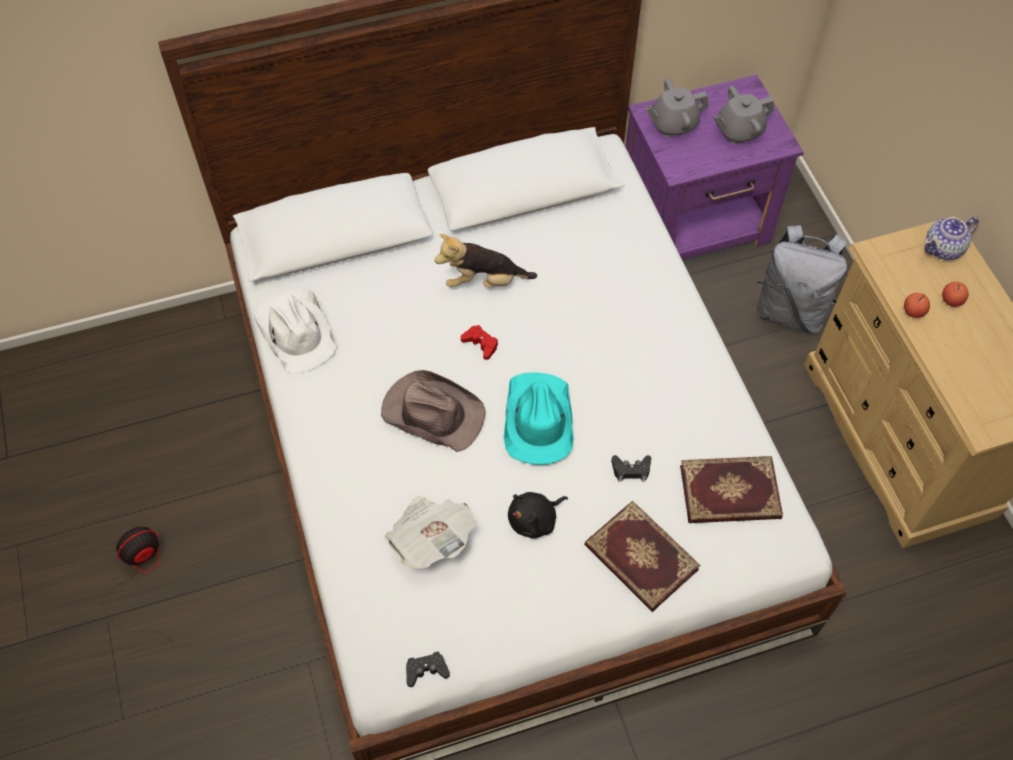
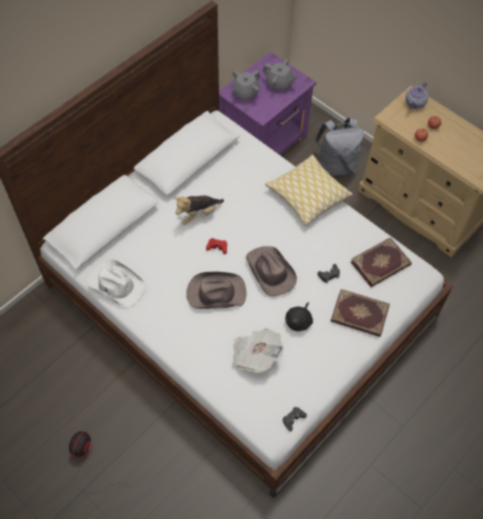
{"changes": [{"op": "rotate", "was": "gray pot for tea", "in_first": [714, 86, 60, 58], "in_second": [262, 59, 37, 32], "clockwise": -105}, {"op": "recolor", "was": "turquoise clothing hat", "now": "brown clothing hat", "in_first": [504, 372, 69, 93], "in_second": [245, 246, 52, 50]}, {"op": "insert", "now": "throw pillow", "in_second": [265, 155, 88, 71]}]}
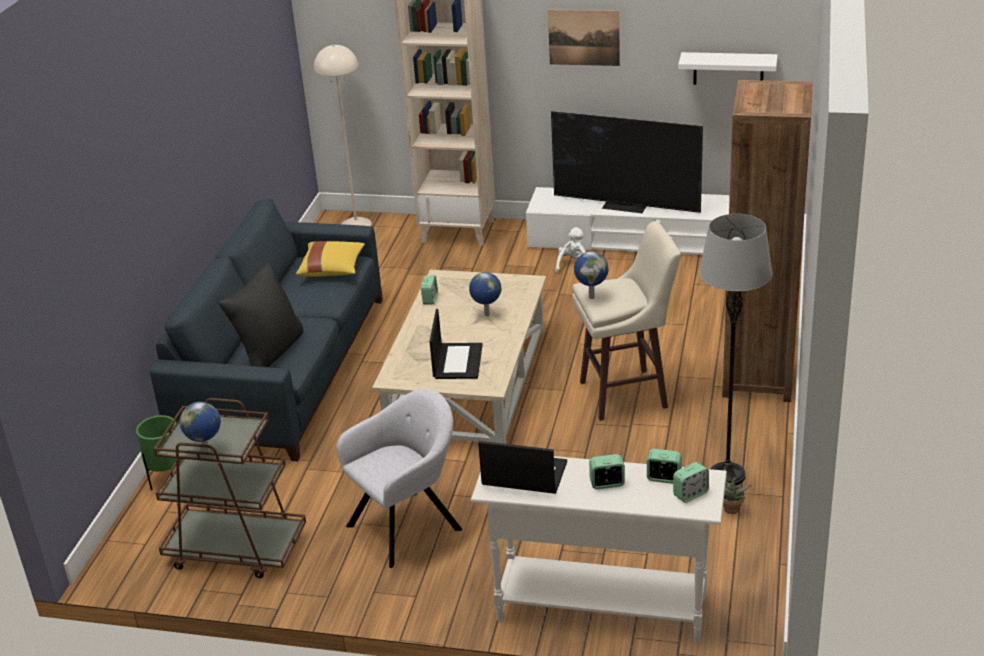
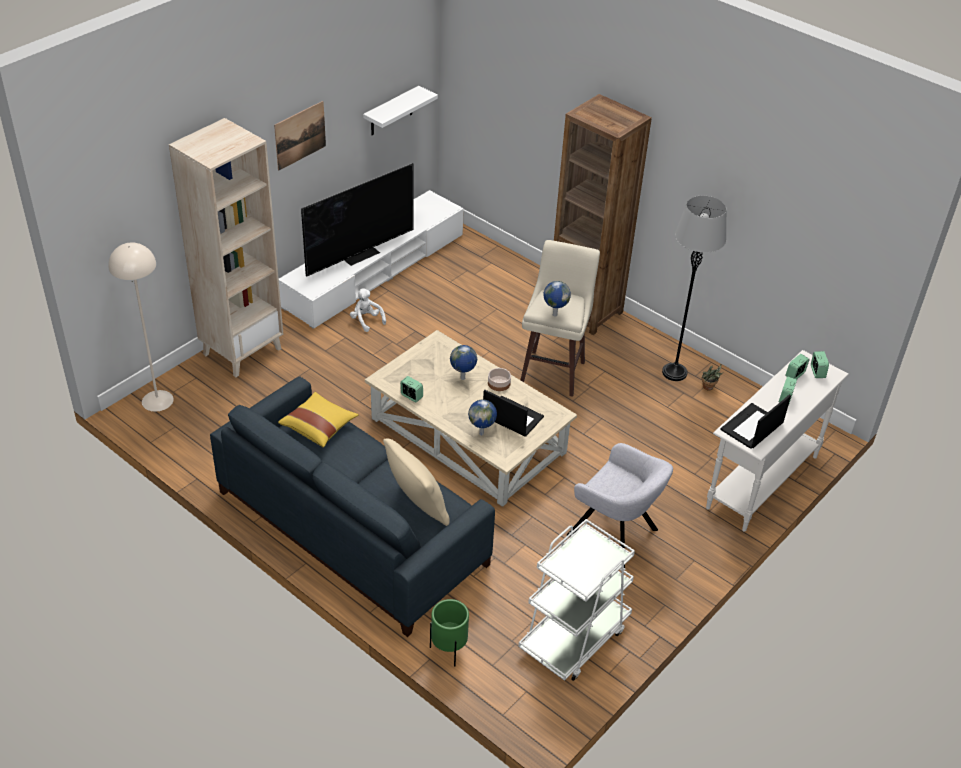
{"changes": [{"op": "recolor", "was": "blackish throw pillow", "now": "beige-coloured throw pillow", "in_first": [219, 262, 84, 105], "in_second": [383, 438, 67, 88]}, {"op": "rotate", "was": "gray armchair", "in_first": [336, 388, 127, 180], "in_second": [567, 443, 106, 125], "clockwise": 135}, {"op": "recolor", "was": "brown trolley", "now": "white-coloured trolley", "in_first": [154, 398, 152, 180], "in_second": [518, 519, 117, 162]}, {"op": "move", "was": "world globe", "in_first": [180, 402, 41, 50], "in_second": [468, 400, 29, 35]}, {"op": "insert", "now": "deep dish", "in_second": [488, 368, 23, 23]}]}
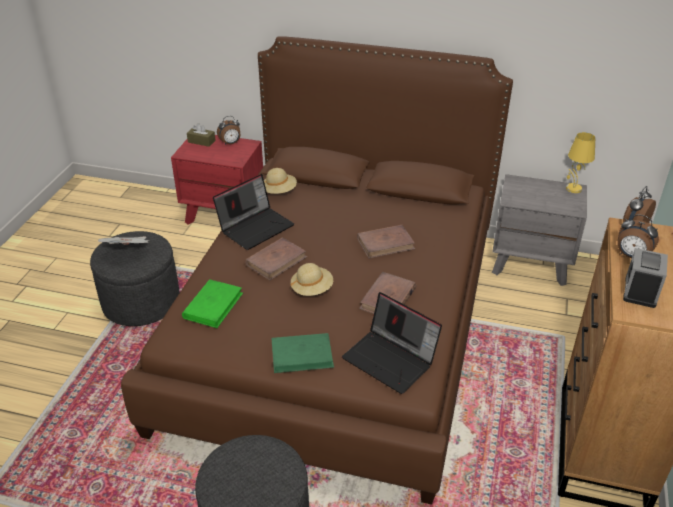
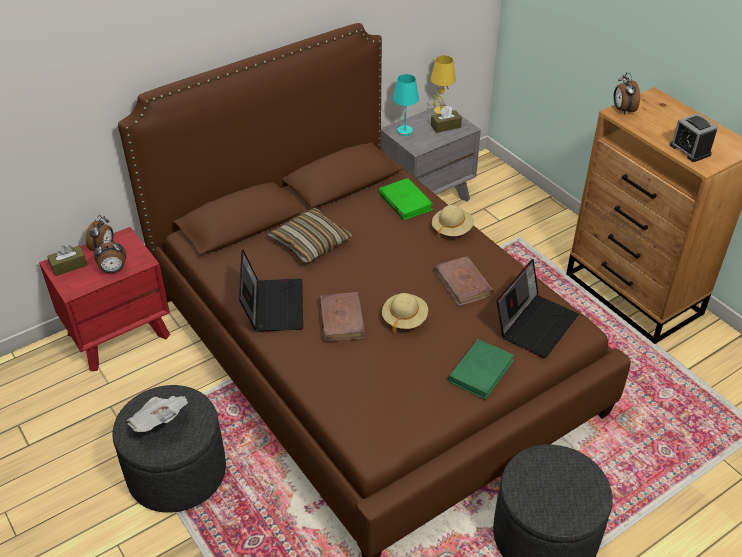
{"changes": [{"op": "move", "was": "beige-coloured clothing hat", "in_first": [264, 168, 33, 26], "in_second": [432, 205, 42, 35]}, {"op": "move", "was": "alarm clock", "in_first": [618, 214, 41, 44], "in_second": [94, 239, 32, 34]}, {"op": "delete", "was": "brown volume", "in_first": [357, 225, 58, 34]}, {"op": "move", "was": "green volume", "in_first": [182, 279, 61, 49], "in_second": [378, 178, 55, 42]}, {"op": "rotate", "was": "portable computer", "in_first": [342, 292, 100, 102], "in_second": [497, 259, 82, 99], "clockwise": -45}, {"op": "insert", "now": "turquoise lamp for a table", "in_second": [393, 74, 26, 62]}, {"op": "insert", "now": "brown tissue holder", "in_second": [431, 106, 31, 27]}, {"op": "insert", "now": "throw pillow", "in_second": [268, 208, 84, 55]}]}
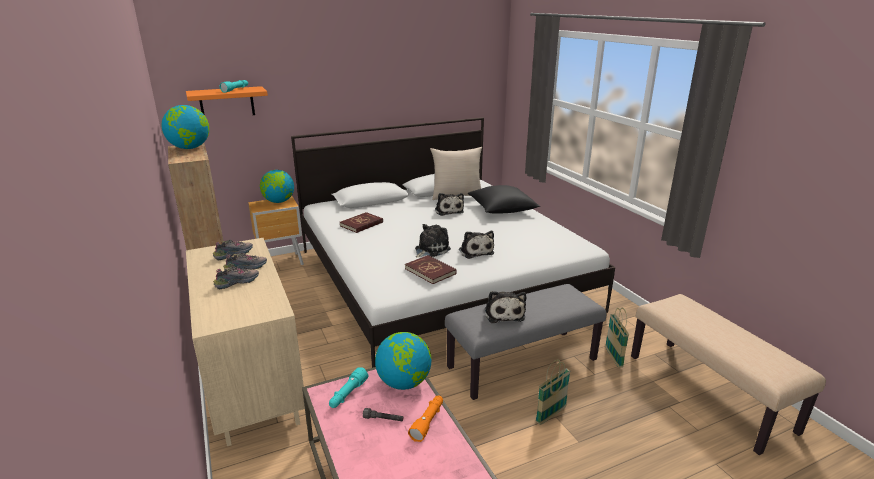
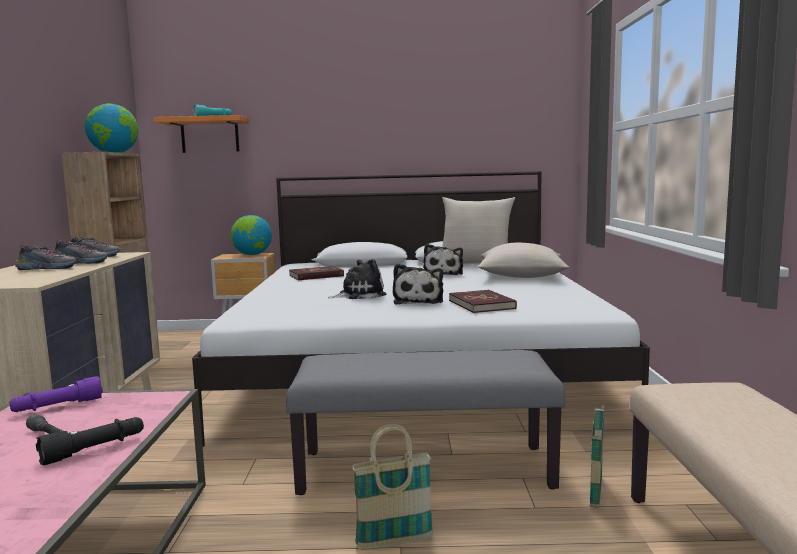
{"changes": [{"op": "recolor", "was": "blackish throw pillow", "now": "beige-coloured throw pillow", "in_first": [468, 185, 72, 29], "in_second": [478, 243, 91, 35]}, {"op": "move", "was": "red volume", "in_first": [405, 255, 52, 29], "in_second": [449, 290, 68, 23]}, {"op": "delete", "was": "plush toy", "in_first": [485, 291, 41, 32]}, {"op": "delete", "was": "world globe", "in_first": [375, 332, 57, 58]}, {"op": "recolor", "was": "turquoise torch", "now": "purple-coloured torch", "in_first": [329, 367, 40, 41], "in_second": [9, 376, 94, 36]}, {"op": "recolor", "was": "orangey torch", "now": "blackish torch", "in_first": [408, 396, 35, 46], "in_second": [36, 417, 108, 48]}]}
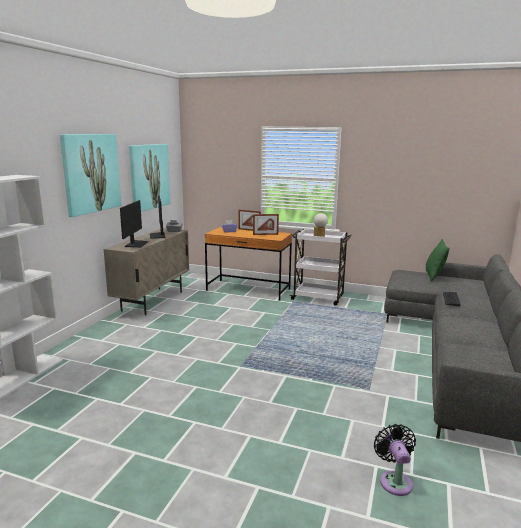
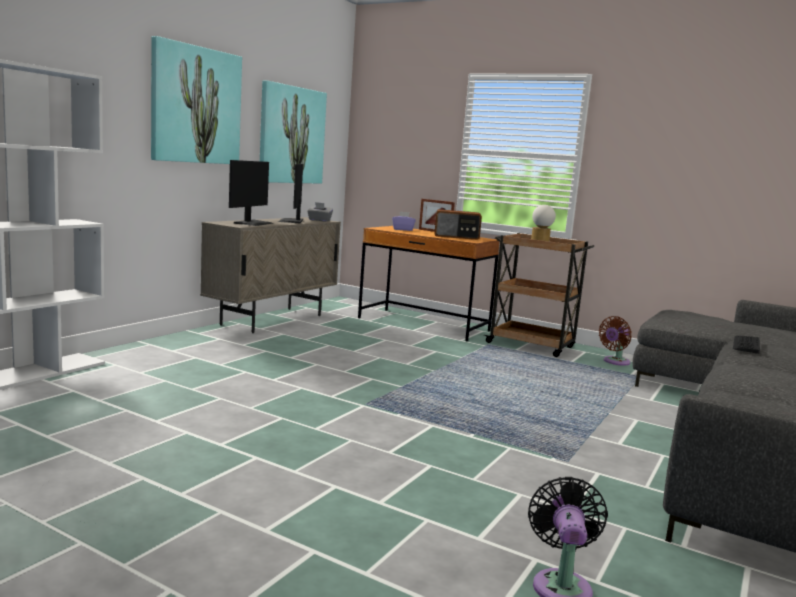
{"changes": [{"op": "replace", "was": "photo frame", "now": "radio receiver", "in_first": [253, 214, 26, 21], "in_second": [435, 209, 47, 31]}, {"op": "recolor", "was": "white-coloured trolley", "now": "brown trolley", "in_first": [289, 229, 63, 77], "in_second": [484, 233, 110, 124]}, {"op": "delete", "was": "green throw pillow", "in_first": [426, 239, 24, 43]}, {"op": "insert", "now": "brown fan", "in_second": [599, 316, 33, 50]}]}
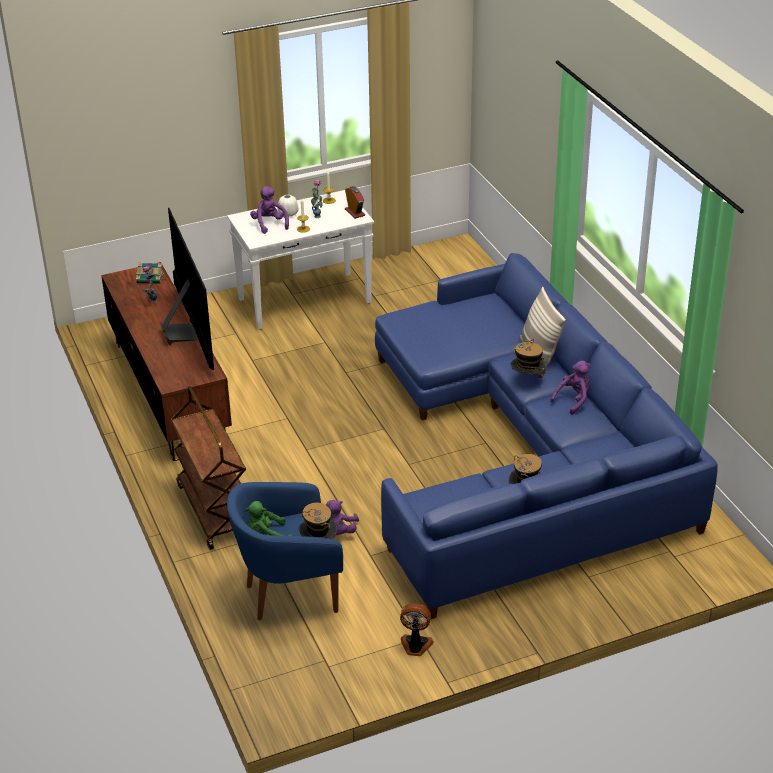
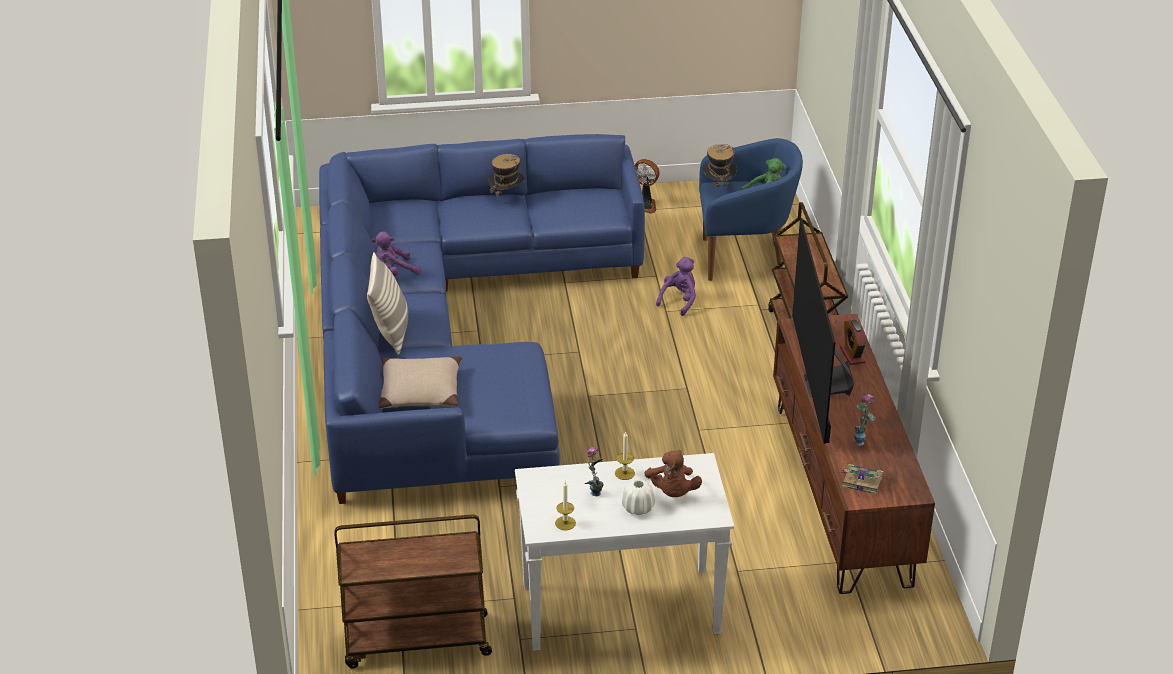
{"changes": [{"op": "recolor", "was": "purple-coloured plush toy", "now": "brown plush toy", "in_first": [250, 186, 39, 48], "in_second": [644, 450, 58, 47]}, {"op": "move", "was": "alarm clock", "in_first": [345, 186, 20, 33], "in_second": [840, 320, 26, 45]}, {"op": "delete", "was": "clothing hat", "in_first": [510, 339, 36, 39]}, {"op": "insert", "now": "beige-coloured throw pillow", "in_second": [379, 356, 83, 53]}, {"op": "insert", "now": "brown trolley", "in_second": [335, 515, 157, 153]}]}
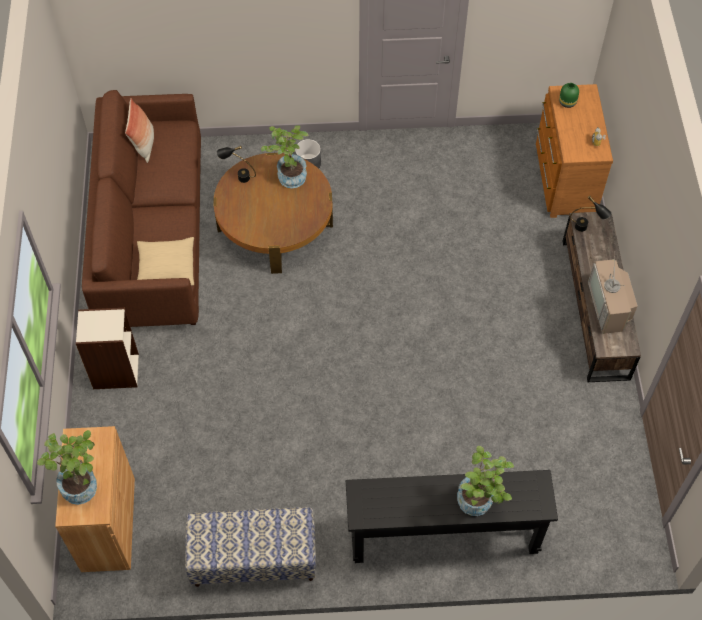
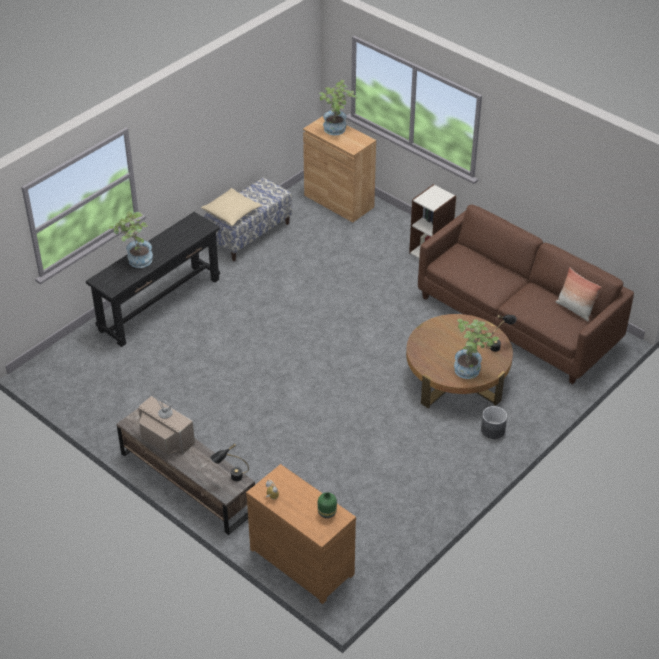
{"changes": [{"op": "move", "was": "beige-coloured throw pillow", "in_first": [137, 237, 57, 49], "in_second": [201, 188, 61, 38]}]}
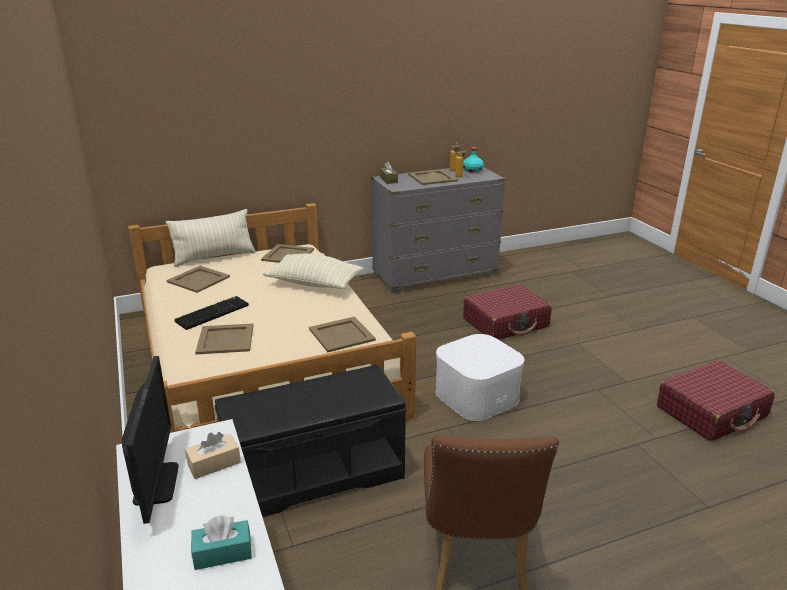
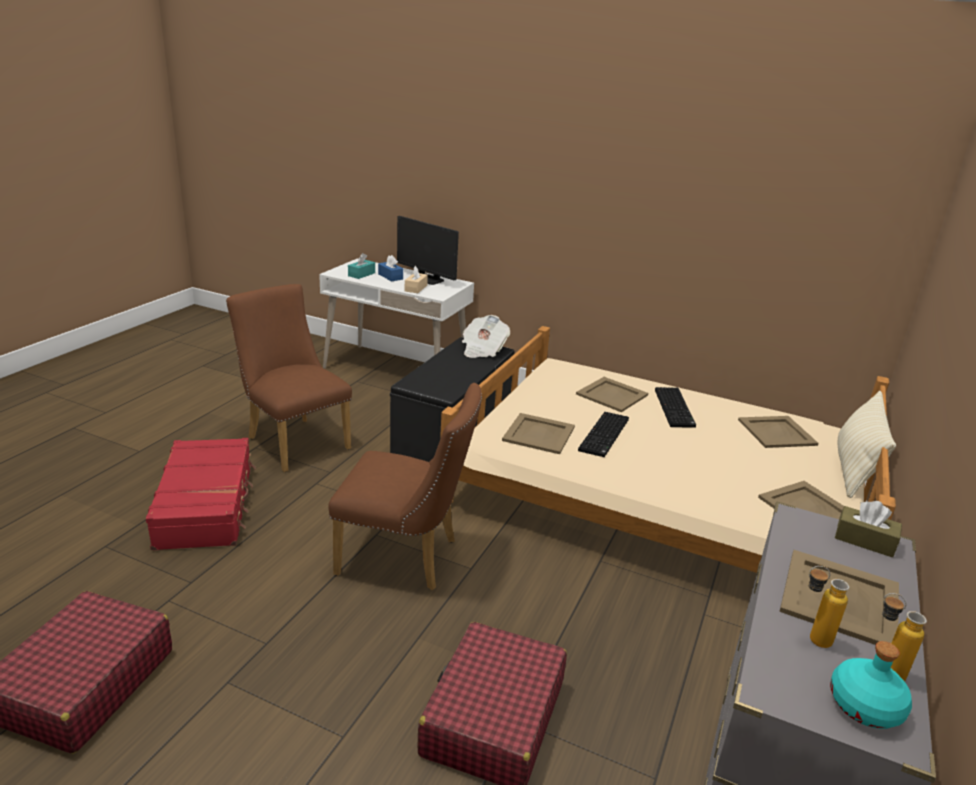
{"changes": [{"op": "delete", "was": "beige-coloured throw pillow", "in_first": [262, 253, 102, 36]}, {"op": "replace", "was": "white-coloured storage container", "now": "brown chair", "in_first": [435, 334, 89, 87], "in_second": [328, 383, 154, 207]}, {"op": "insert", "now": "blue tissue holder", "in_second": [378, 255, 25, 26]}, {"op": "insert", "now": "printed paper", "in_second": [462, 315, 48, 43]}, {"op": "insert", "now": "PC keyboard", "in_second": [578, 412, 51, 45]}, {"op": "insert", "now": "red suitcase", "in_second": [146, 438, 110, 113]}]}
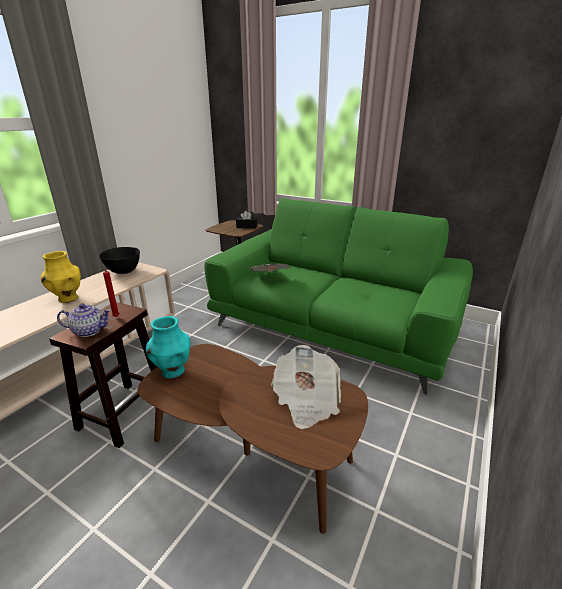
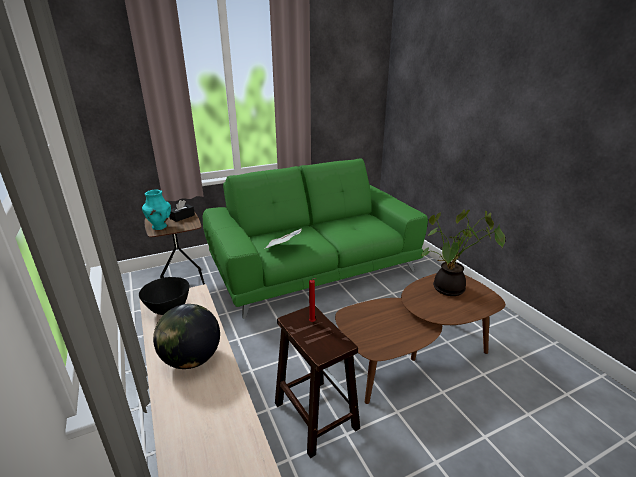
{"changes": [{"op": "replace", "was": "yellow-coloured flower vase", "now": "world globe", "in_first": [41, 251, 40, 52], "in_second": [153, 304, 67, 65]}, {"op": "delete", "was": "pot for tea", "in_first": [57, 304, 54, 33]}, {"op": "move", "was": "turquoise flower vase", "in_first": [146, 316, 44, 63], "in_second": [142, 190, 29, 40]}, {"op": "replace", "was": "printed paper", "now": "plant in a pot", "in_first": [271, 345, 70, 84], "in_second": [421, 210, 84, 86]}]}
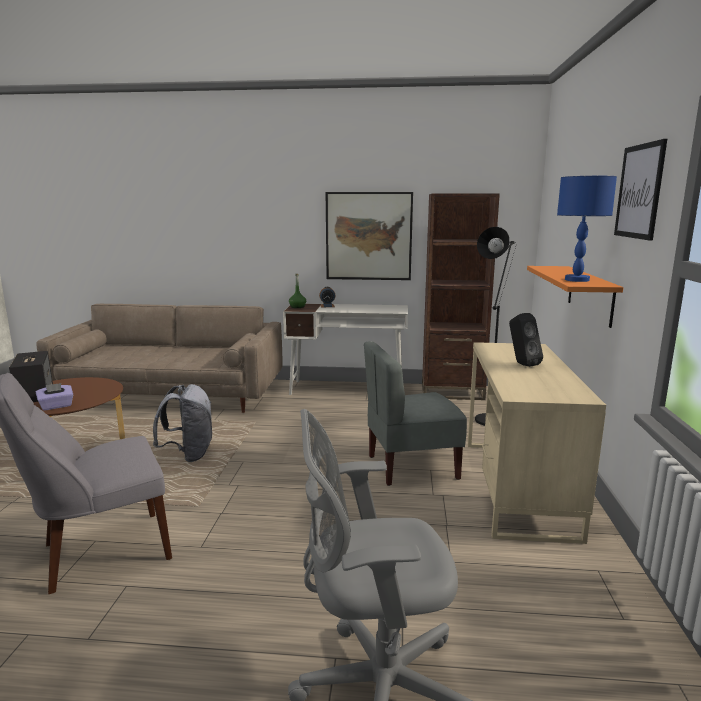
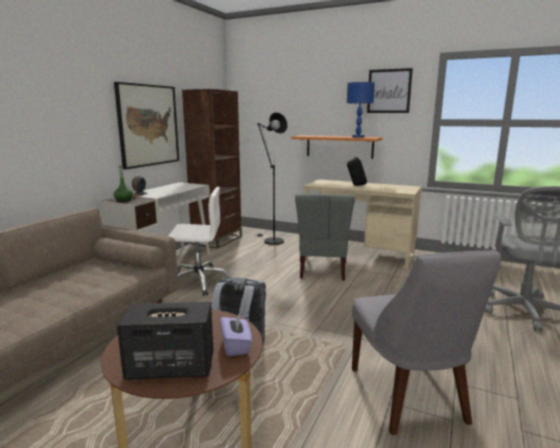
{"changes": [{"op": "insert", "now": "white-coloured desk chair", "in_second": [168, 187, 63, 109]}]}
